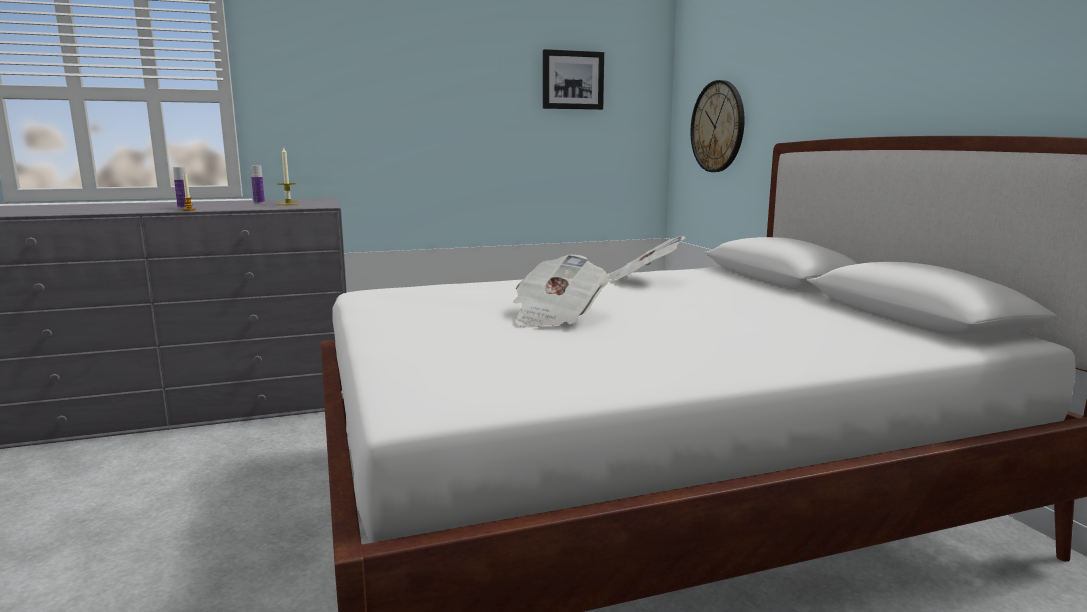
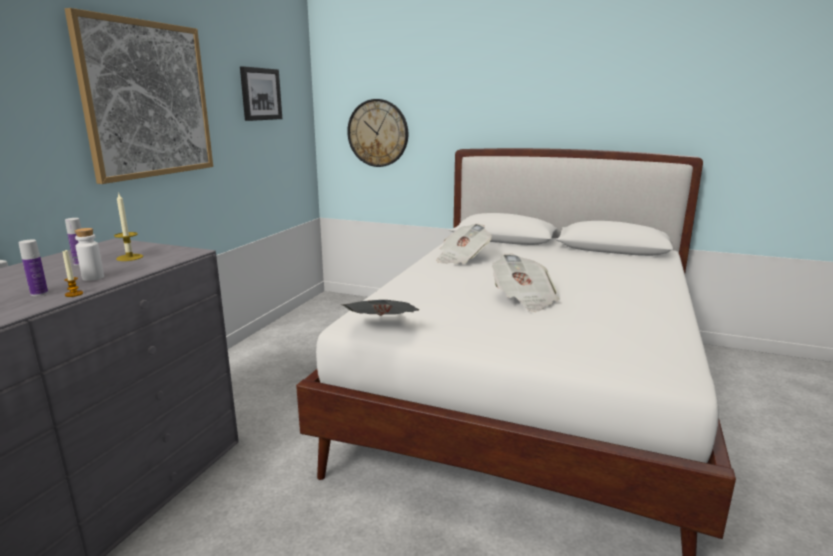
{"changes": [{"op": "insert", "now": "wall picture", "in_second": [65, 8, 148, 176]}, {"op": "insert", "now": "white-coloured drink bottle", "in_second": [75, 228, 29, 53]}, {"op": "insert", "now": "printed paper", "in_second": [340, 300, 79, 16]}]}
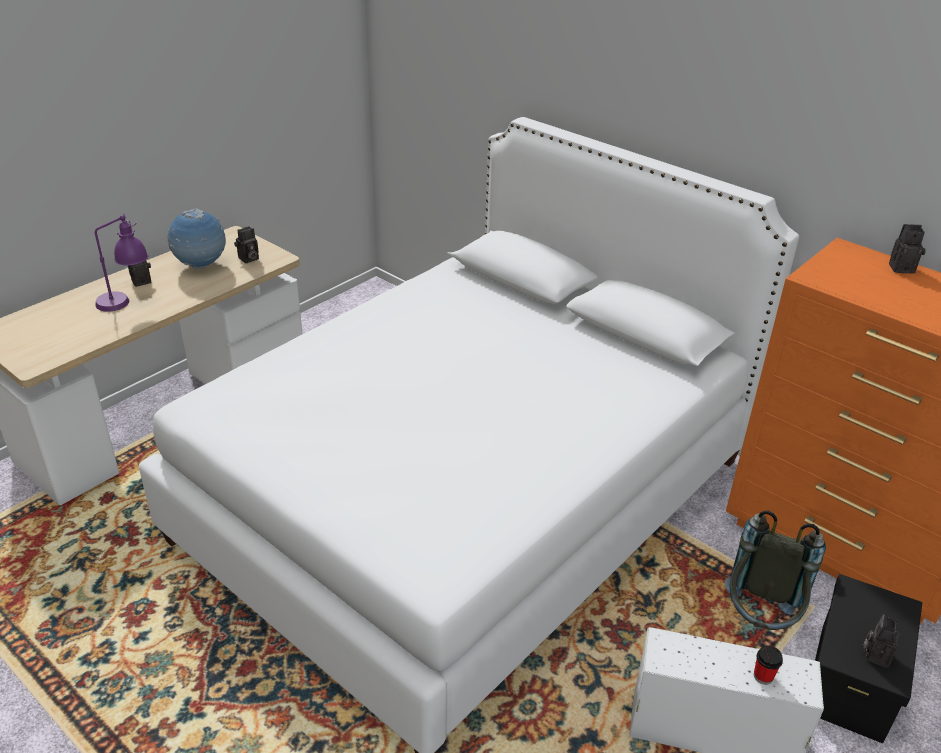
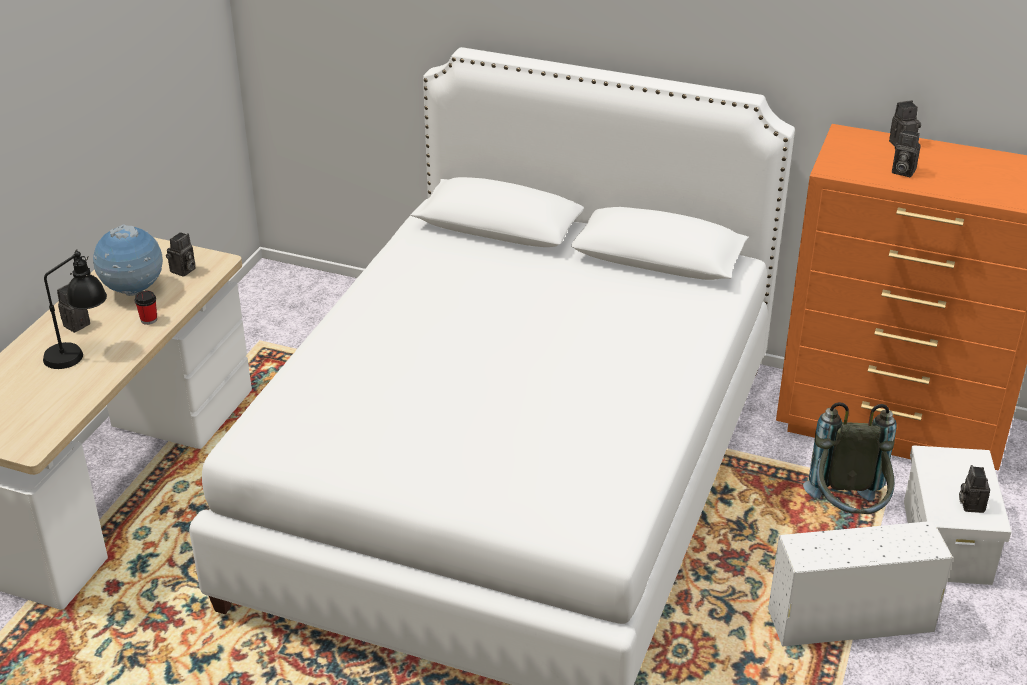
{"changes": [{"op": "recolor", "was": "purple-coloured lamp for a table", "now": "blackish lamp for a table", "in_first": [95, 214, 53, 98], "in_second": [43, 249, 64, 120]}, {"op": "recolor", "was": "blackish storage container", "now": "white-coloured storage container", "in_first": [815, 574, 107, 169], "in_second": [904, 445, 108, 140]}, {"op": "move", "was": "small cup", "in_first": [754, 645, 29, 40], "in_second": [135, 290, 22, 35]}, {"op": "insert", "now": "still camera", "in_second": [892, 130, 29, 47]}]}
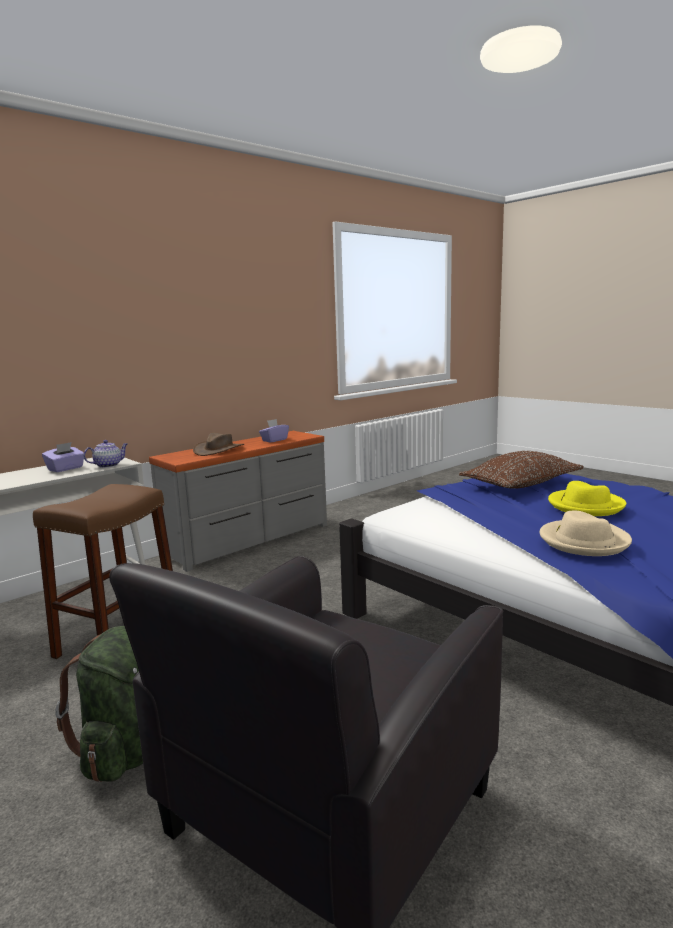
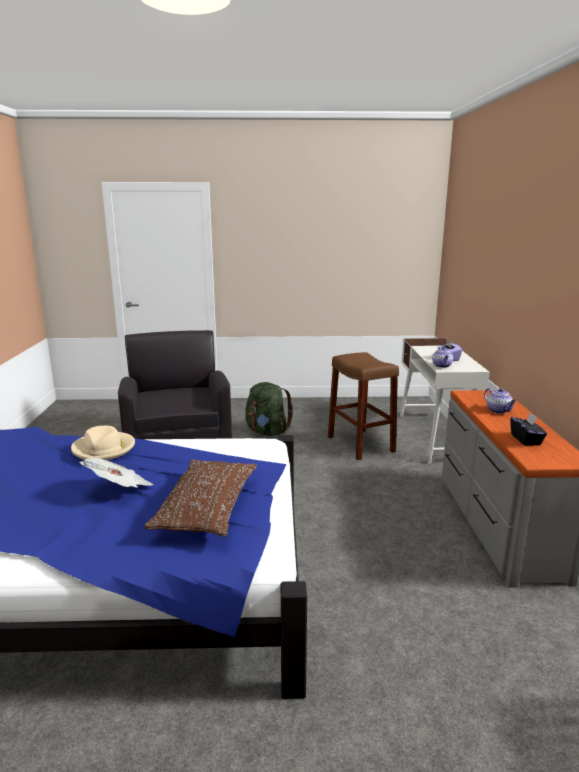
{"changes": [{"op": "recolor", "was": "purple-coloured tissue holder", "now": "blackish tissue holder", "in_first": [259, 419, 30, 24], "in_second": [510, 412, 37, 34]}, {"op": "replace", "was": "brown clothing hat", "now": "pot for tea", "in_first": [193, 433, 51, 23], "in_second": [484, 388, 33, 26]}, {"op": "replace", "was": "yellow-coloured clothing hat", "now": "printed paper", "in_first": [548, 481, 78, 35], "in_second": [79, 458, 74, 30]}]}
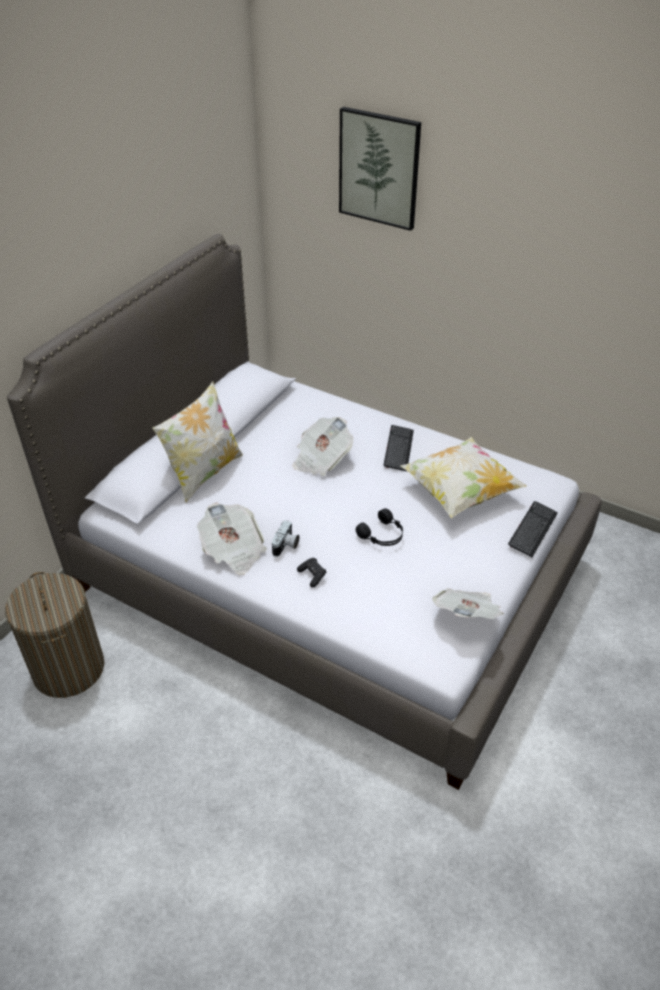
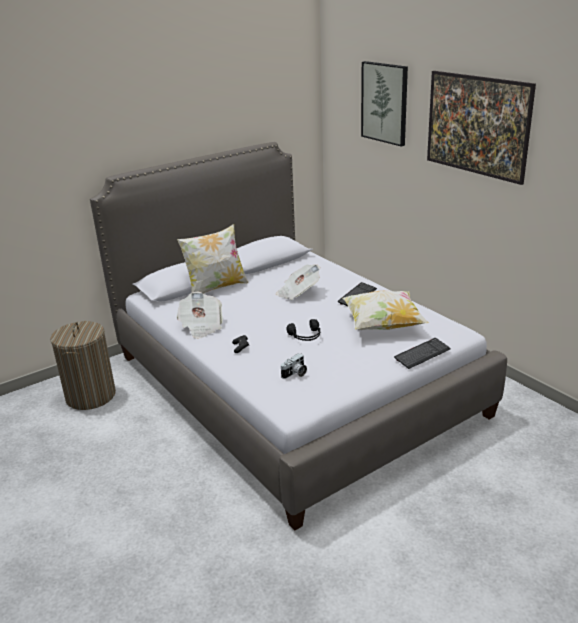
{"changes": [{"op": "move", "was": "still camera", "in_first": [272, 520, 27, 37], "in_second": [281, 353, 26, 26]}, {"op": "delete", "was": "printed paper", "in_first": [432, 588, 72, 31]}, {"op": "insert", "now": "wall picture", "in_second": [427, 71, 109, 114]}]}
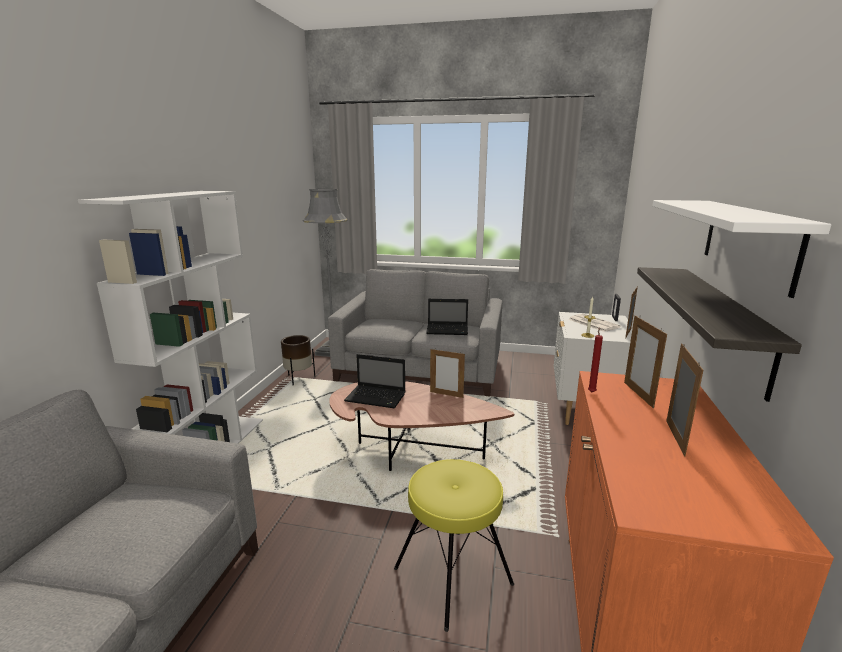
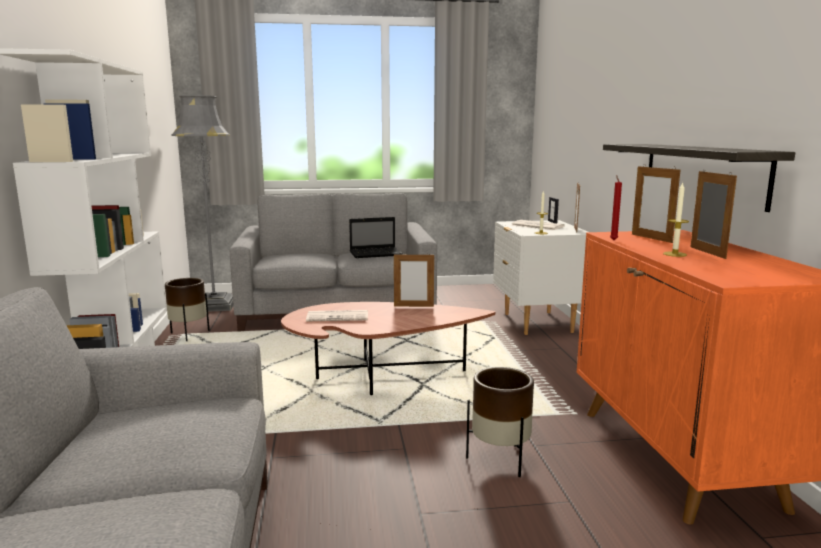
{"changes": [{"op": "delete", "was": "white-coloured shelf", "in_first": [652, 200, 179, 98]}, {"op": "replace", "was": "portable computer", "now": "printed paper", "in_first": [344, 354, 62, 55], "in_second": [306, 310, 62, 11]}, {"op": "replace", "was": "yellow-coloured stool seat", "now": "brown planter", "in_first": [394, 459, 120, 173], "in_second": [466, 367, 68, 110]}, {"op": "insert", "now": "candle", "in_second": [663, 182, 26, 75]}]}
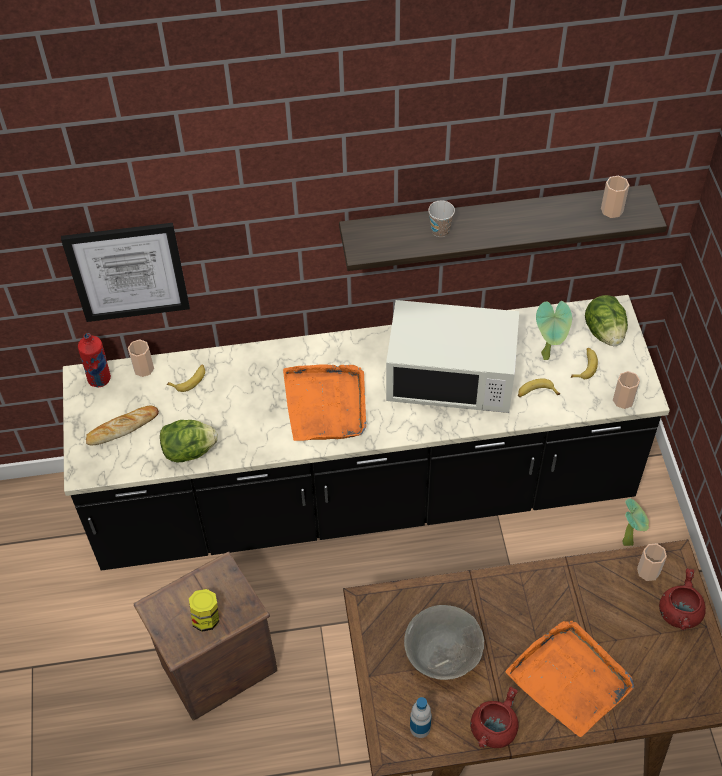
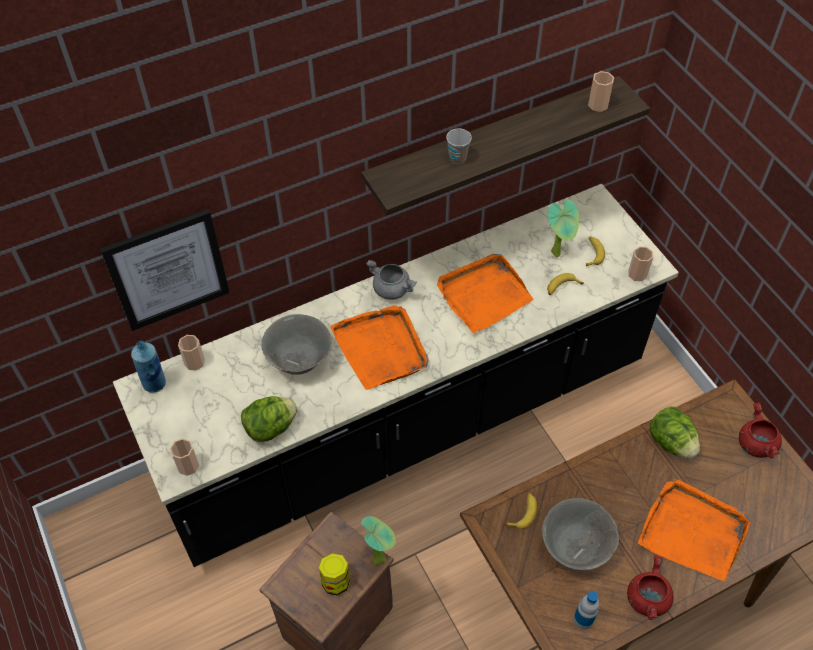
{"changes": [{"op": "move", "was": "lettuce", "in_first": [585, 295, 43, 51], "in_second": [650, 407, 50, 52]}, {"op": "replace", "was": "white-coloured microwave", "now": "orangey serving tray", "in_first": [386, 300, 133, 113], "in_second": [437, 254, 96, 79]}, {"op": "recolor", "was": "red drink bottle", "now": "blue drink bottle", "in_first": [78, 333, 33, 54], "in_second": [131, 341, 35, 52]}, {"op": "move", "was": "banana fruit", "in_first": [167, 365, 38, 27], "in_second": [505, 493, 32, 36]}, {"op": "delete", "was": "bakery bread", "in_first": [86, 405, 73, 41]}, {"op": "move", "was": "plant in a pot", "in_first": [623, 499, 26, 47], "in_second": [361, 516, 35, 49]}, {"op": "move", "was": "small cup", "in_first": [637, 543, 30, 38], "in_second": [170, 438, 29, 38]}, {"op": "insert", "now": "gray saucepot", "in_second": [366, 260, 51, 40]}, {"op": "insert", "now": "gray deep dish", "in_second": [261, 314, 71, 61]}]}
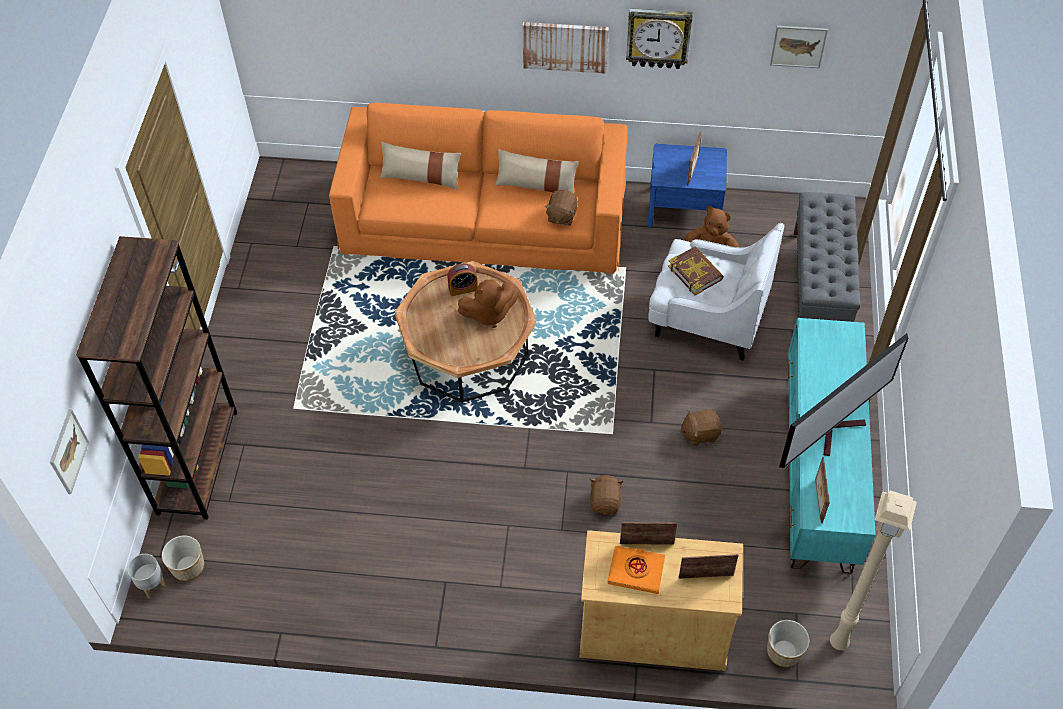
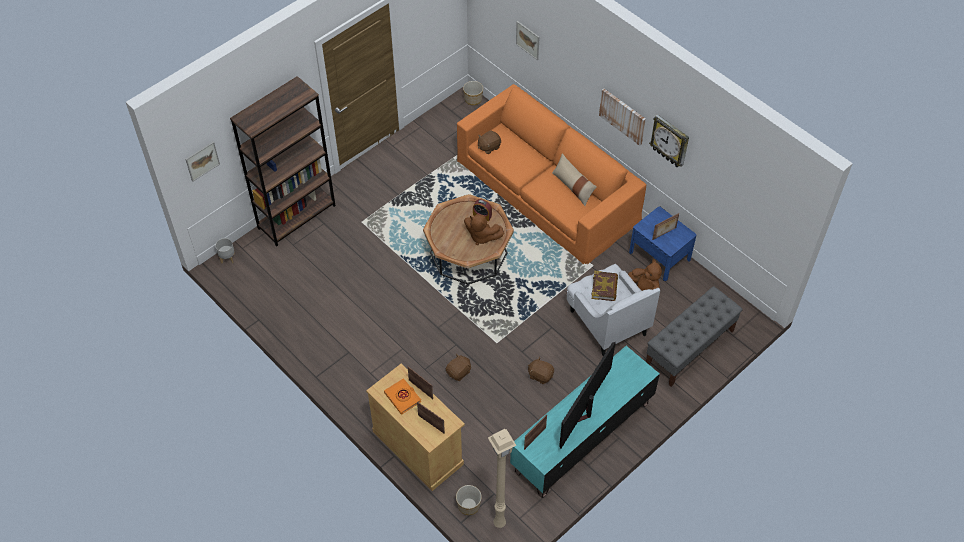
{"changes": [{"op": "move", "was": "wall picture", "in_first": [770, 26, 58, 42], "in_second": [516, 21, 24, 39]}, {"op": "delete", "was": "beige-coloured throw pillow", "in_first": [380, 142, 81, 47]}, {"op": "move", "was": "brown plush toy", "in_first": [544, 190, 34, 36], "in_second": [478, 130, 23, 24]}, {"op": "rotate", "was": "TV set", "in_first": [779, 333, 129, 135], "in_second": [559, 342, 57, 106], "clockwise": 120}, {"op": "move", "was": "planter", "in_first": [162, 535, 42, 46], "in_second": [463, 81, 20, 24]}]}
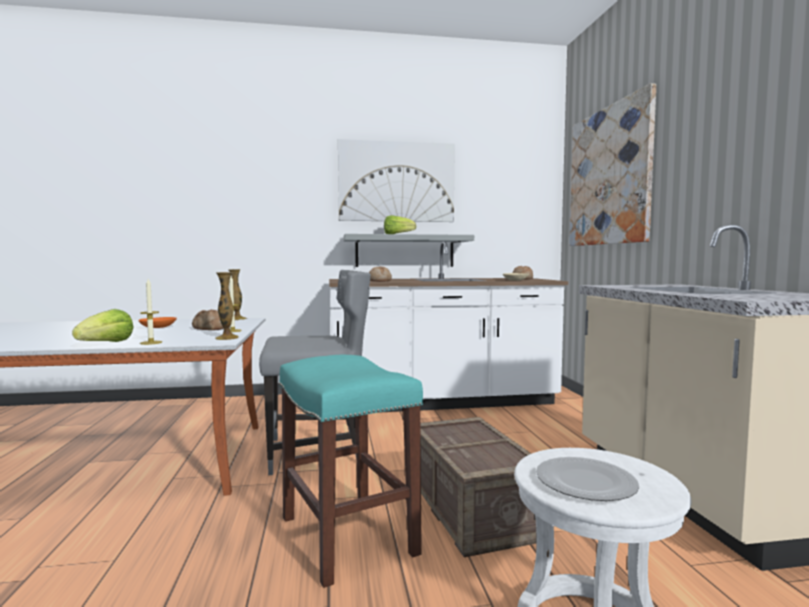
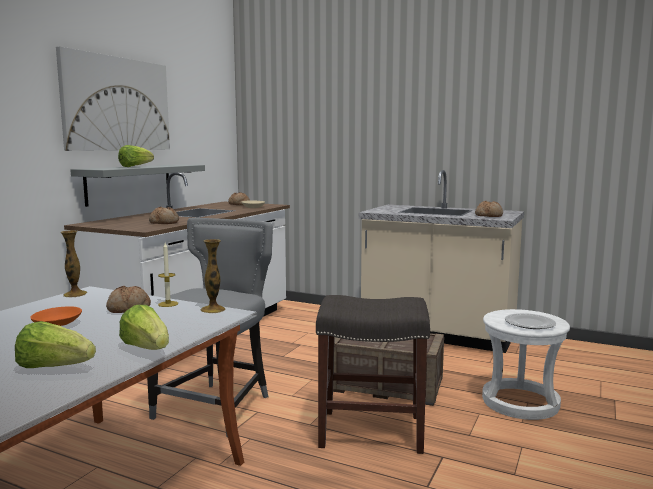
{"changes": [{"op": "delete", "was": "wall picture", "in_first": [569, 83, 87, 163]}, {"op": "delete", "was": "candle", "in_first": [140, 279, 22, 66]}, {"op": "recolor", "was": "turquoise stool seat", "now": "gray stool seat", "in_first": [279, 355, 144, 233], "in_second": [316, 295, 114, 159]}, {"op": "insert", "now": "bakery bread", "in_second": [475, 201, 28, 16]}, {"op": "insert", "now": "lettuce", "in_second": [15, 321, 81, 47]}]}
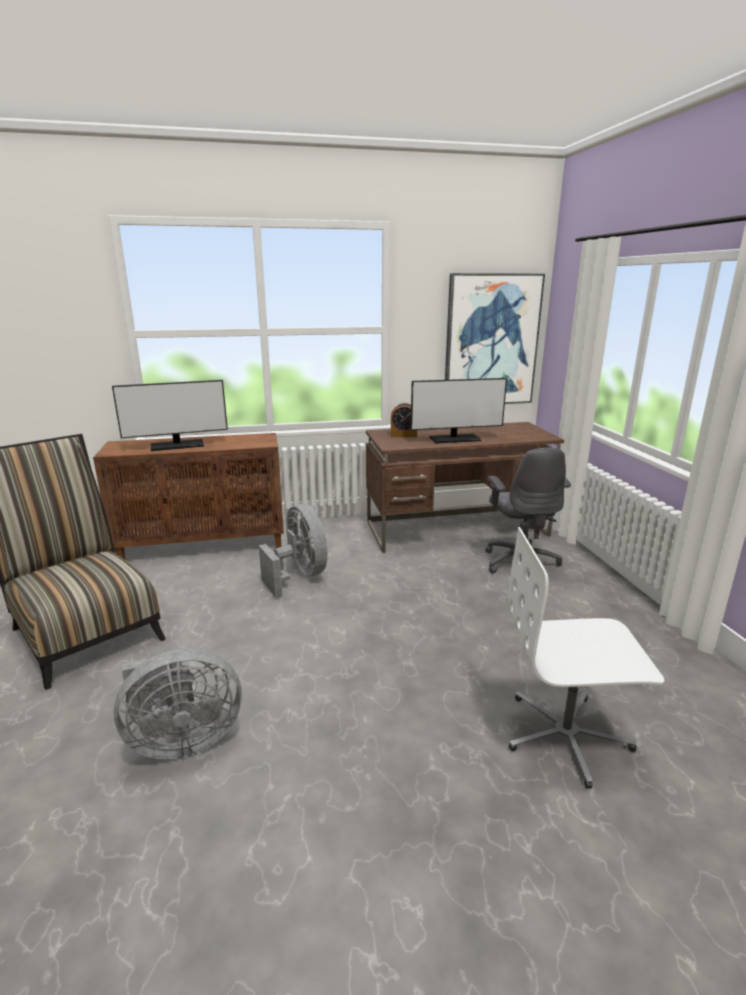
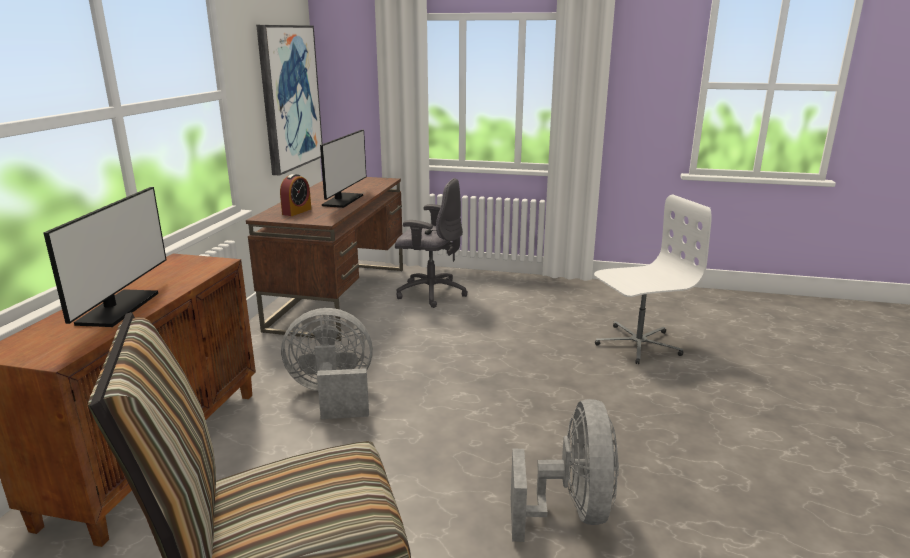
{"changes": [{"op": "rotate", "was": "white-coloured desk chair", "in_first": [507, 527, 157, 262], "in_second": [594, 194, 118, 170], "clockwise": -135}]}
